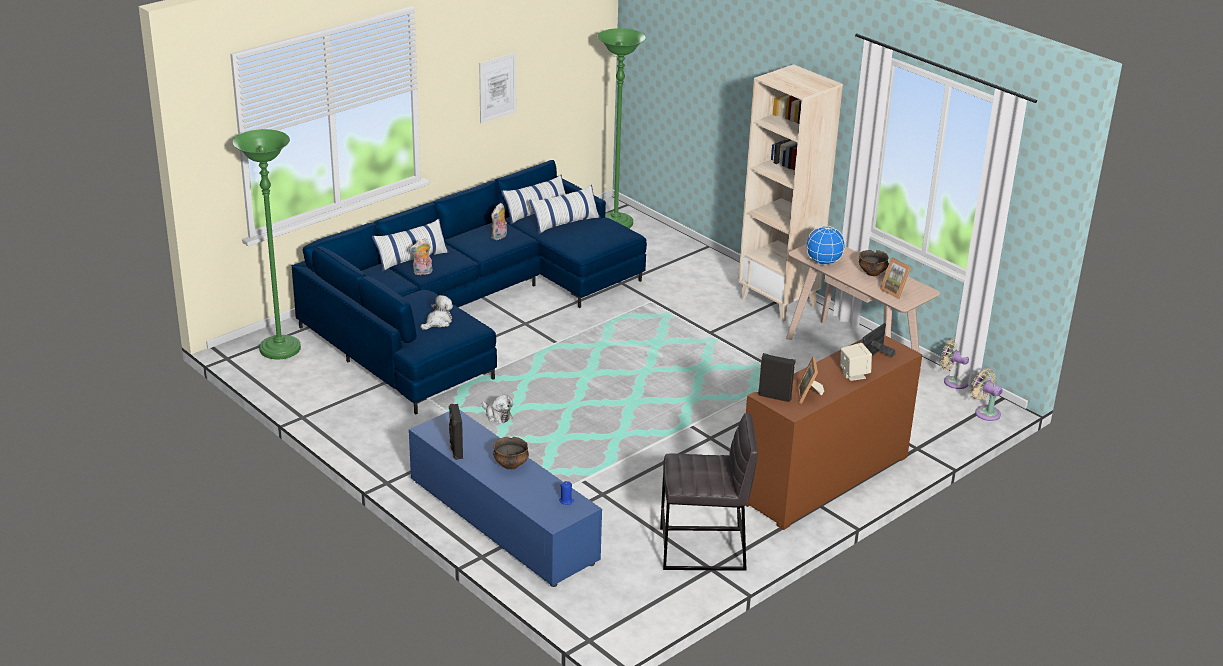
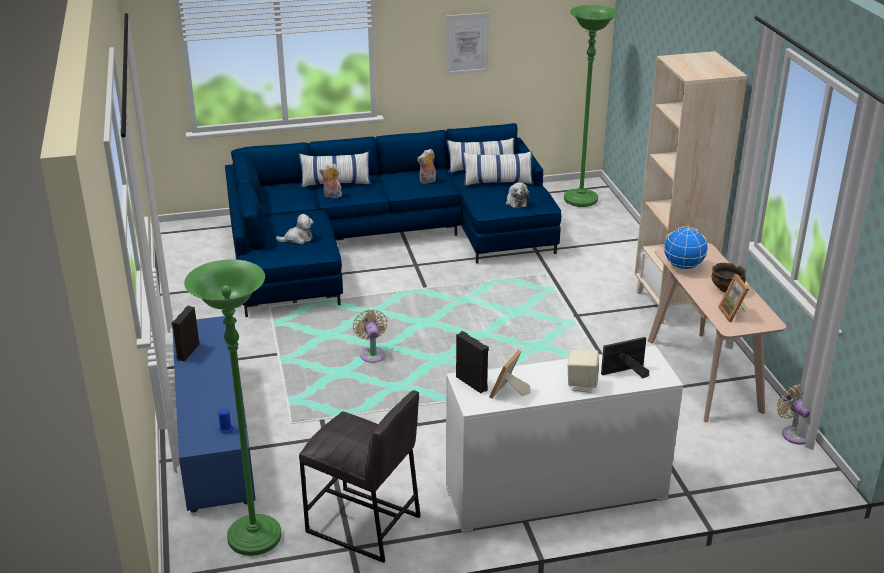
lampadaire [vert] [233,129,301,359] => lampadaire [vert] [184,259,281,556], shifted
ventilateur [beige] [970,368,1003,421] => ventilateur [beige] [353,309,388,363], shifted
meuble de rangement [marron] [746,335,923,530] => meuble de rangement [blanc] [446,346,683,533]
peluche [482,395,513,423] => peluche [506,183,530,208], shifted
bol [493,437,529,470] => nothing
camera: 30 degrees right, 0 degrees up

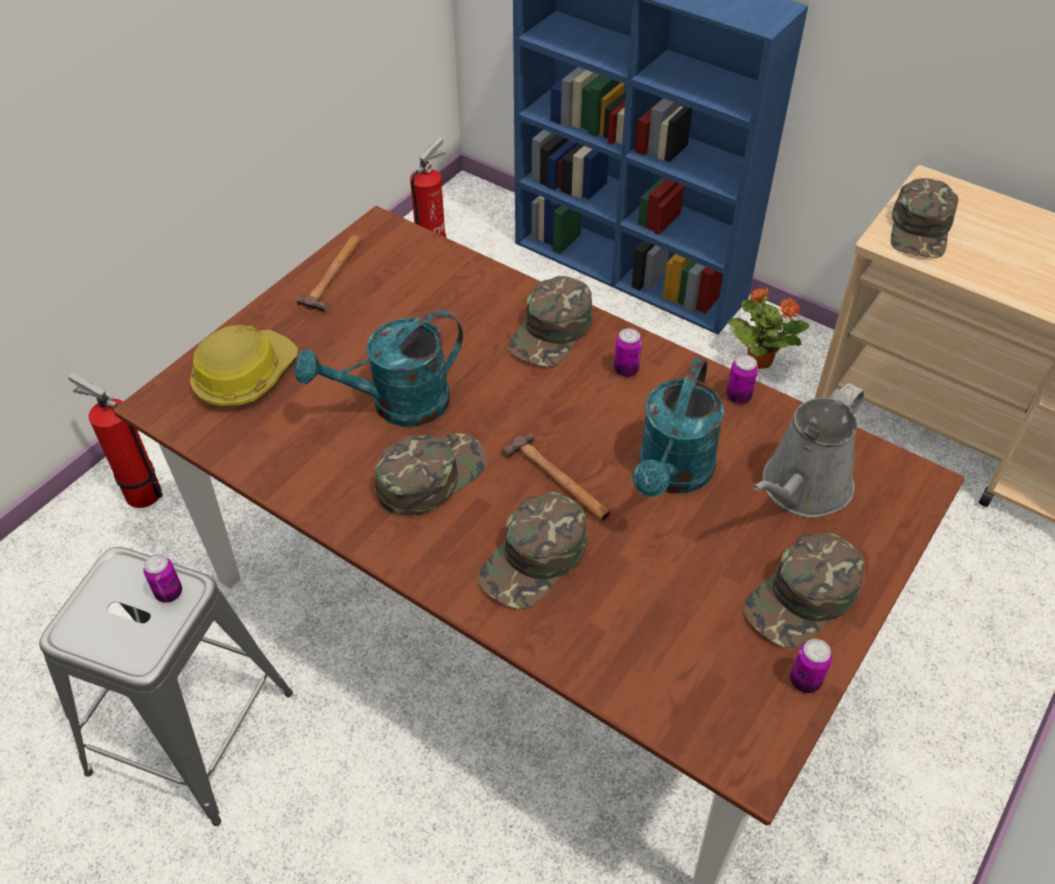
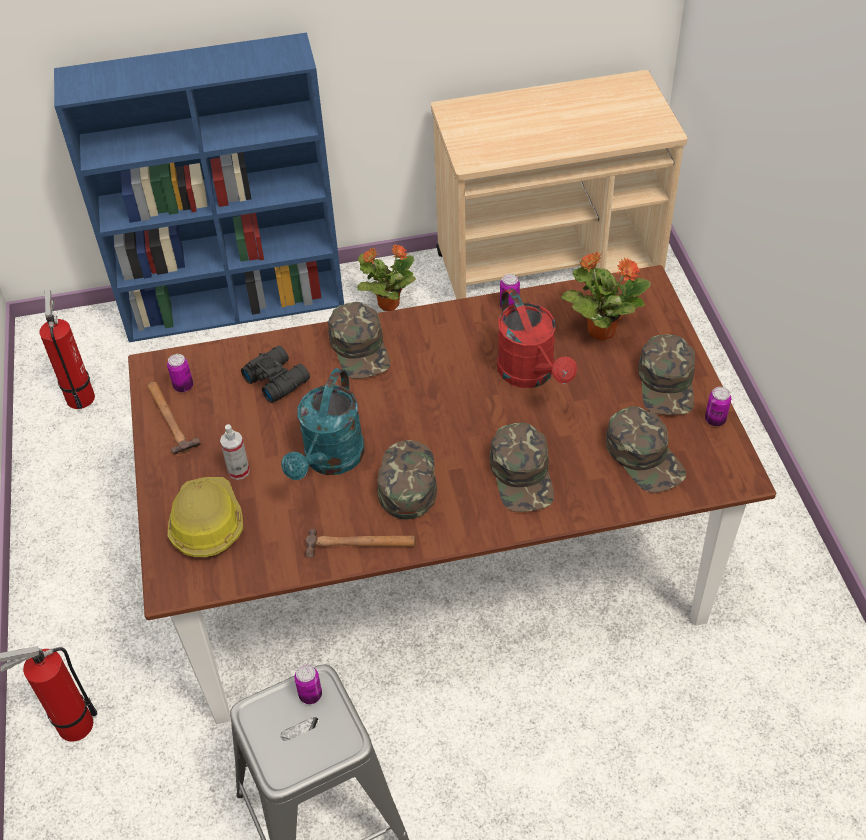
boîte métallique [614,328,642,377] => boîte métallique [167,354,193,392], shifted
nothing => vaporisateur [220,424,250,480]
nothing => jumelles [noir] [241,346,310,403]
marteau [502,433,610,521] => marteau [305,529,415,558], shifted
arrosoir [turquoise] [633,358,724,497] => arrosoir [rouge] [497,288,577,388]
arrosoir [gris] [753,383,865,518] => plante en pot [561,252,651,341]
casquette [vert] [891,178,959,258] => casquette [vert] [606,407,686,493], shifted
camera: 45 degrees left, 0 degrees up

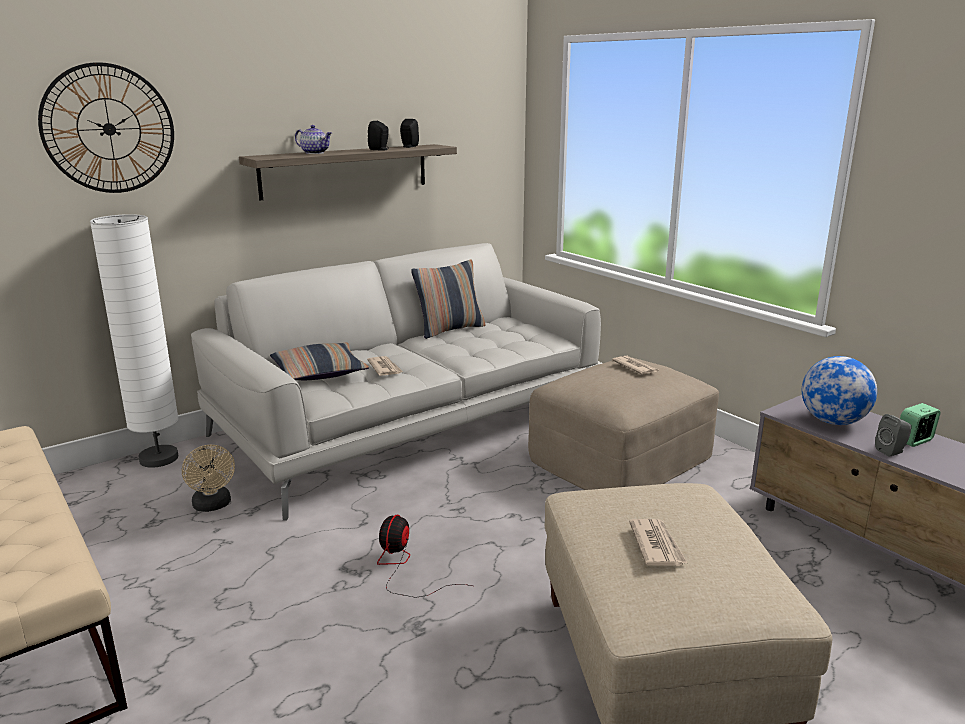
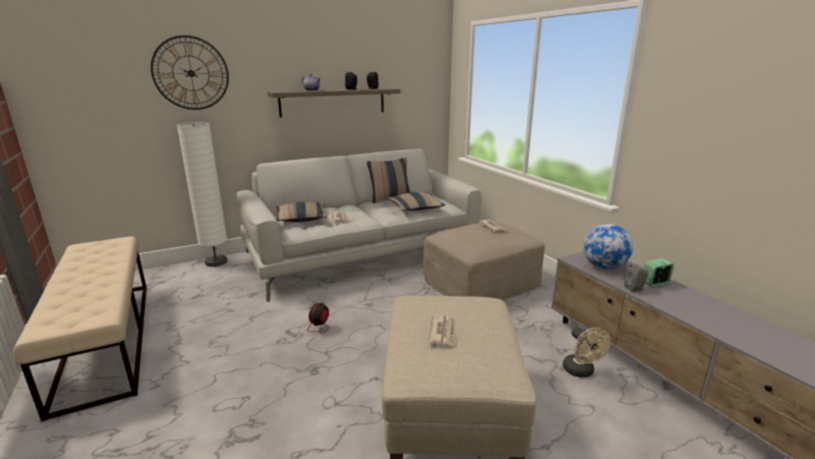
nothing => coussin [388,192,445,211]
ventilateur [beige] [182,445,235,512] => ventilateur [beige] [563,327,611,378], shifted
camera: 10 degrees right, 0 degrees up

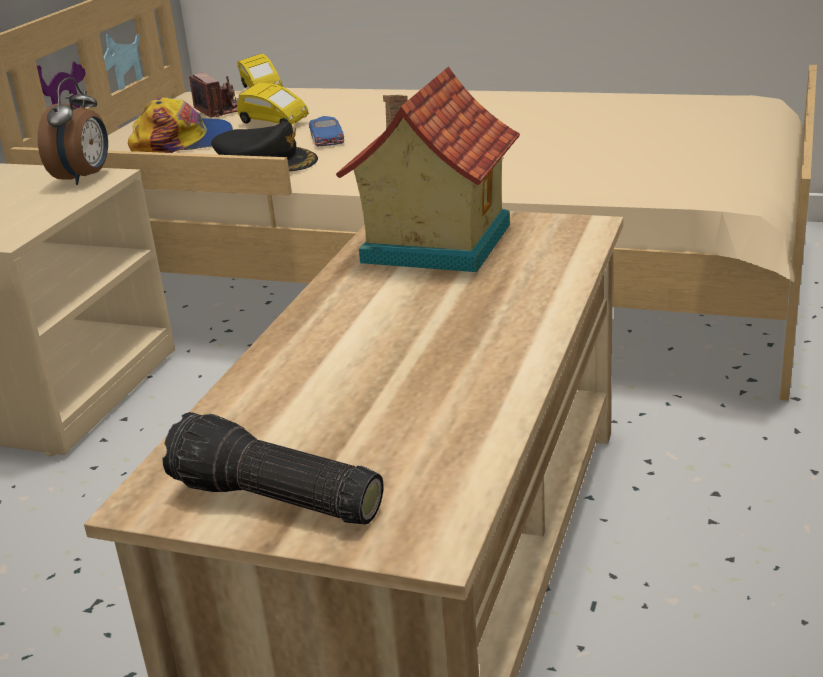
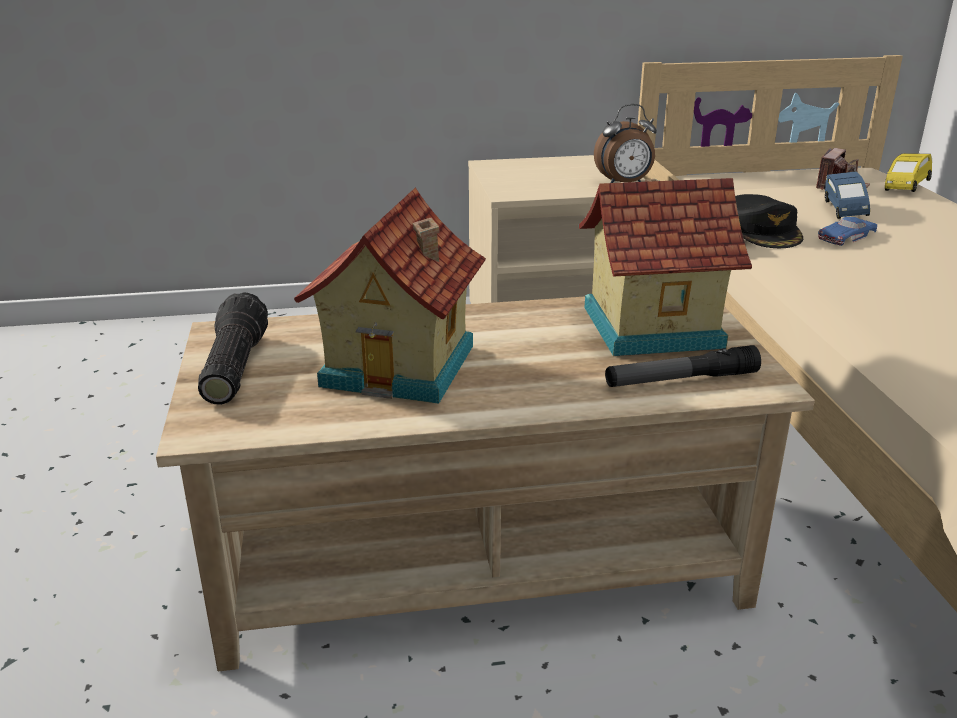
nothing => maison miniature [294,187,486,404]
nothing => lampe de poche [605,345,761,387]
petite voiture [jaune] [237,83,309,125] => petite voiture [bleu] [825,171,870,219]
casquette [128,97,233,153] => nothing
camera: 60 degrees right, 0 degrees up

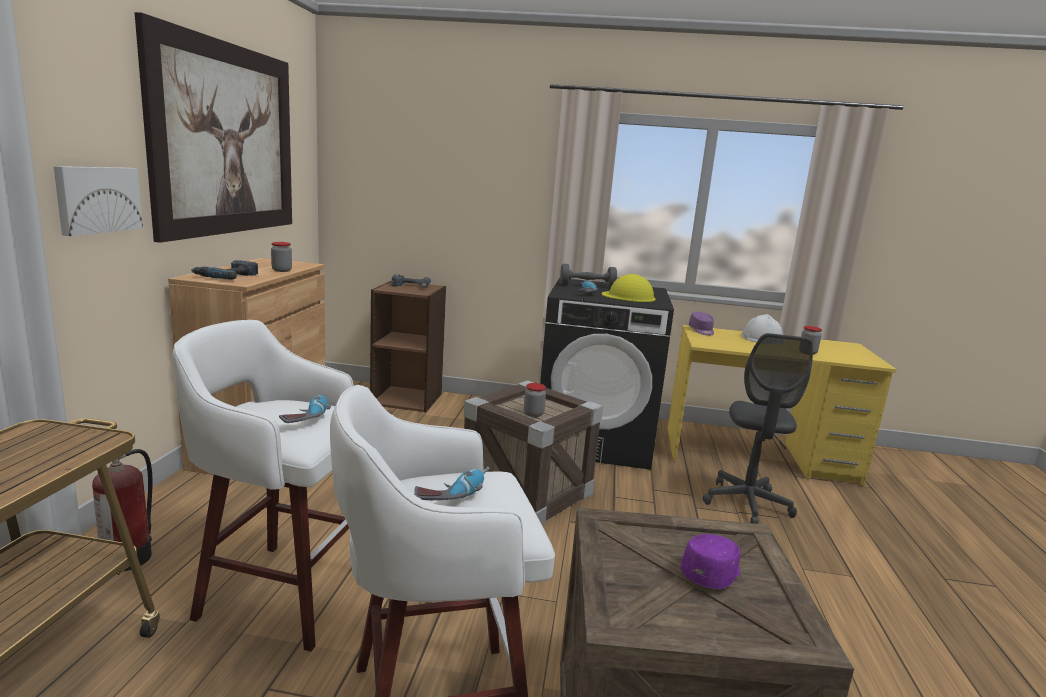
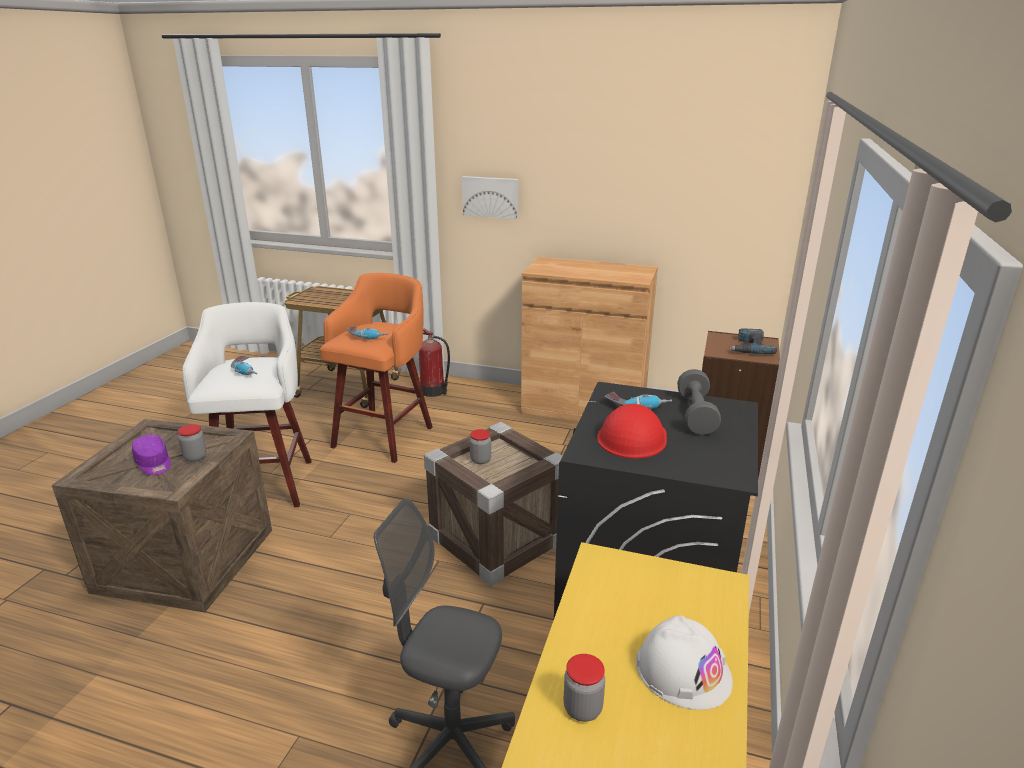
bocal [271,242,292,272] => bocal [178,424,207,462], shifted
tabouret [blanc] [172,320,354,652] => tabouret [orange] [320,273,433,463]
casque de chantier [jaune] [602,274,656,302] => casque de chantier [rouge] [597,404,667,459]
tableau [134,12,292,243] => nothing
perceuse [191,260,258,280] => nothing
casquette [violet] [689,312,714,335] => nothing
camera: 100 degrees right, 10 degrees up

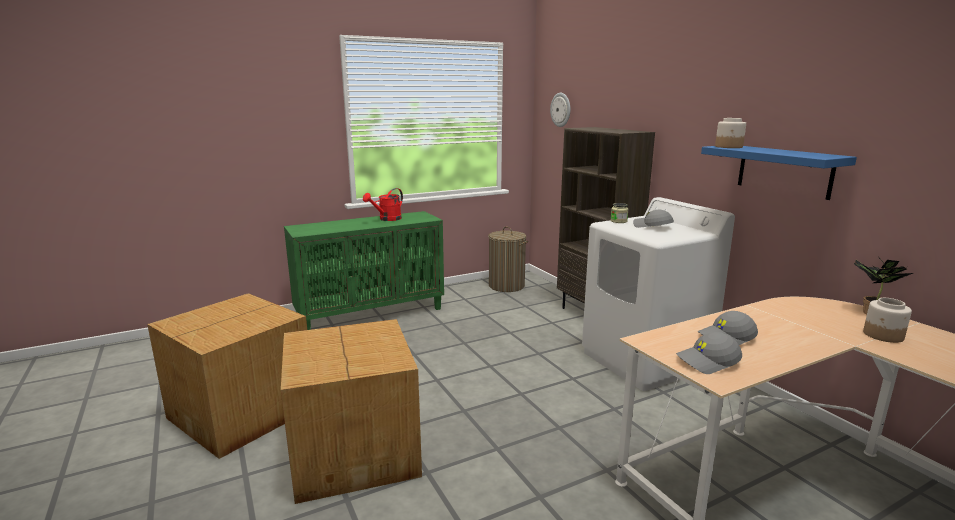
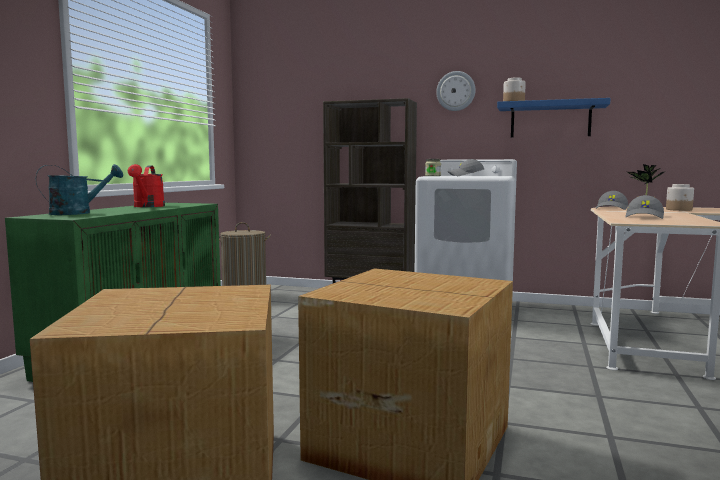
nothing => arrosoir [turquoise] [36,164,123,215]
horloge murale [550,93,570,127] => horloge murale [436,71,476,111], shifted
casquette [gris] [676,332,742,374] => casquette [gris] [595,191,628,210], shifted
camera: 45 degrees left, 10 degrees down

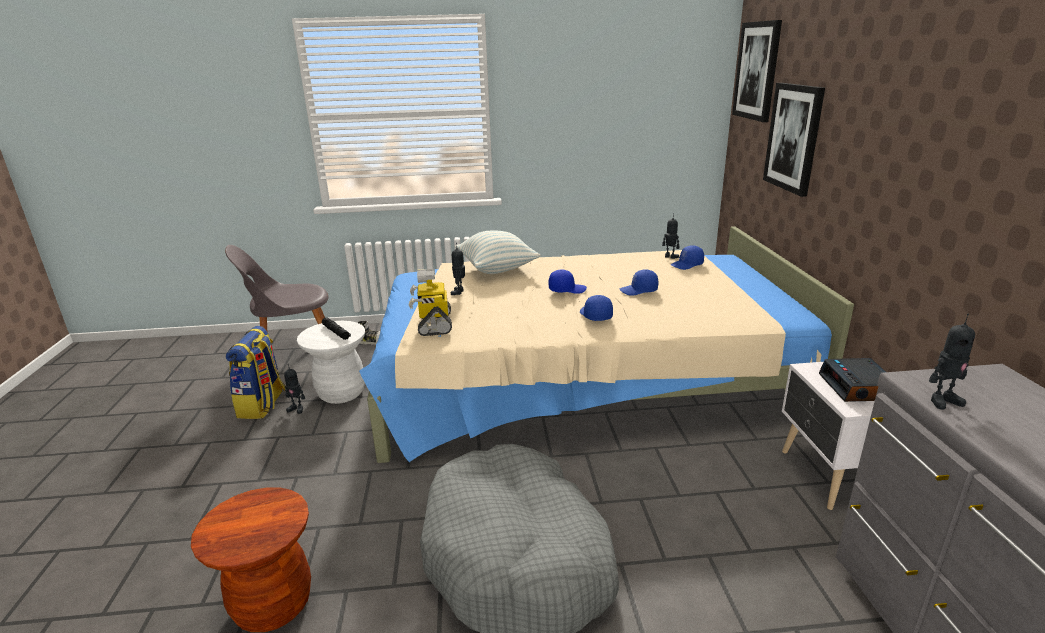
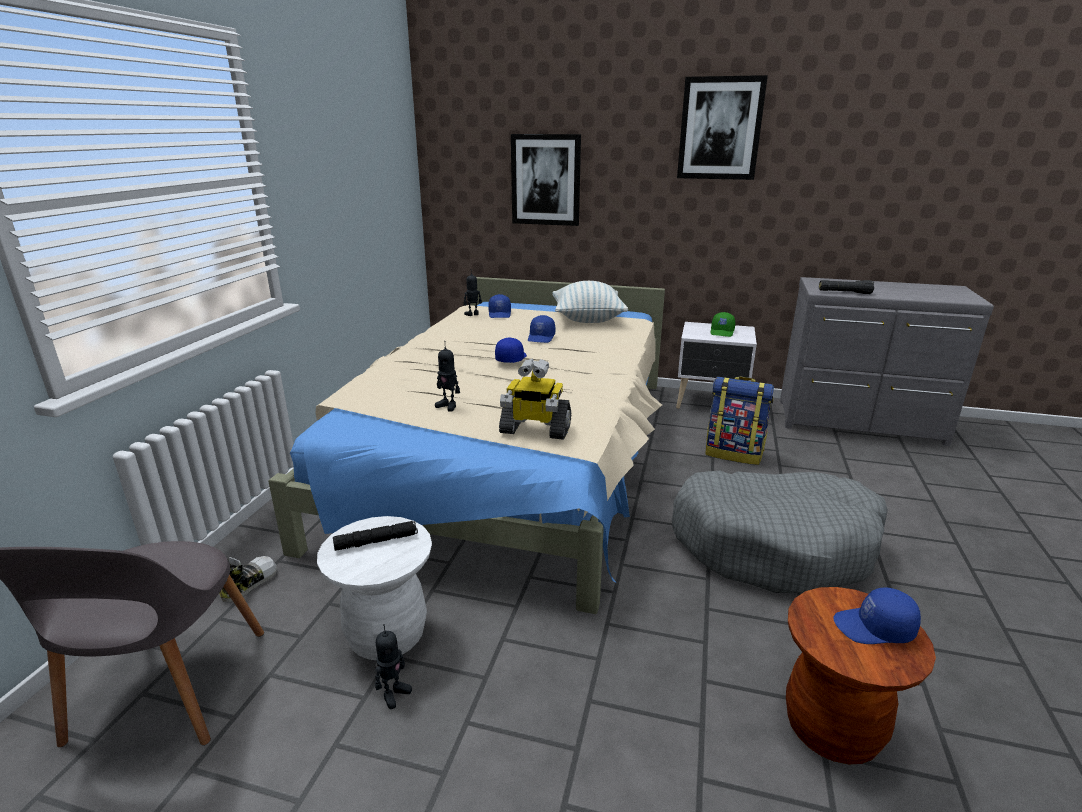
coussin [455,231,540,274] => coussin [552,281,628,323], shifted
tableau [732,20,782,122] => tableau [677,75,768,180], shifted
sac à dos [226,326,286,419] => sac à dos [705,377,774,465], shifted
réveil [819,358,886,402] => casquette [vert] [711,312,735,337]
robot jouet [929,314,975,410] => lampe de poche [noir] [819,280,874,294]
casquette [bleu] [580,295,613,321] => casquette [bleu] [833,588,921,644], shifted
camera: 70 degrees left, 0 degrees up

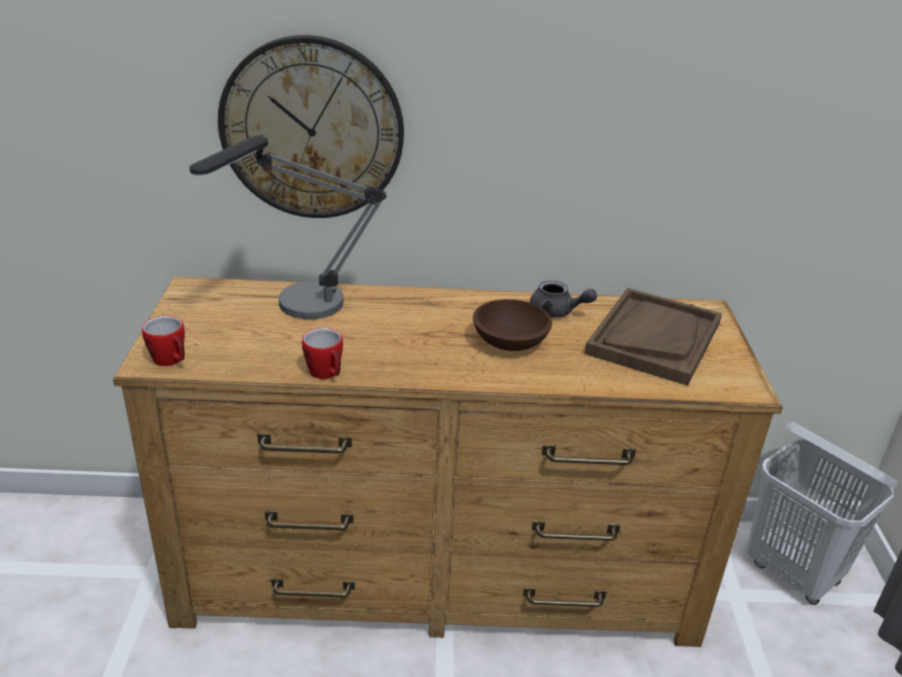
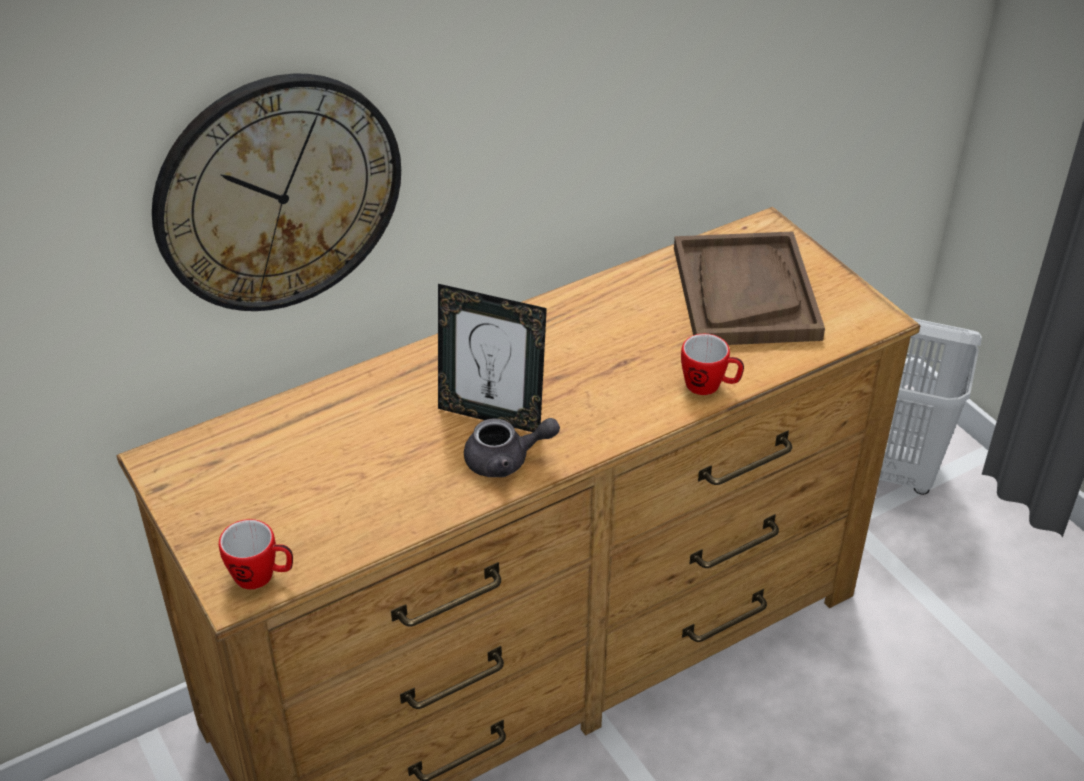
nothing => cadre photo [438,284,547,432]
théière [gris] [530,280,597,318] => théière [gris] [464,418,560,477], shifted
mug [302,328,343,379] => mug [681,334,744,395], shifted
lampe de table [189,135,386,319] => nothing
bol [marron] [473,299,552,351] => nothing
camera: 30 degrees left, 10 degrees up

